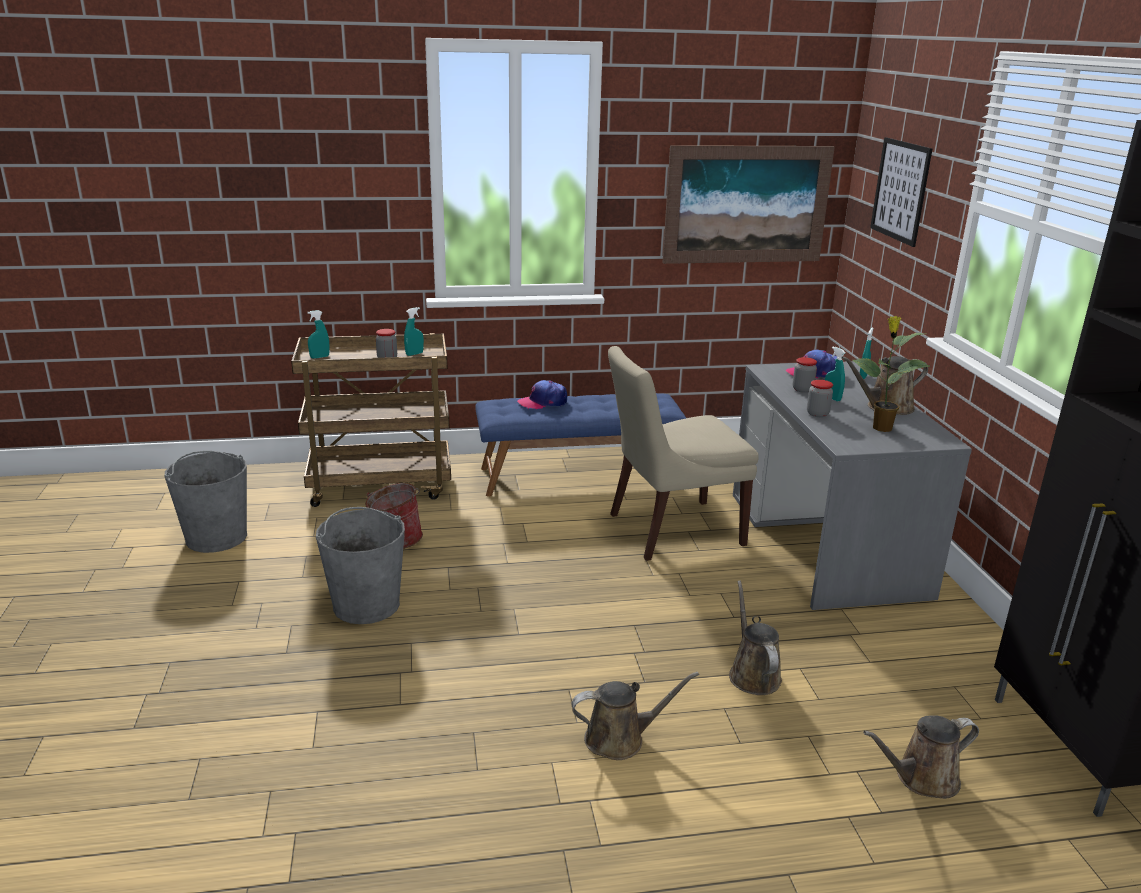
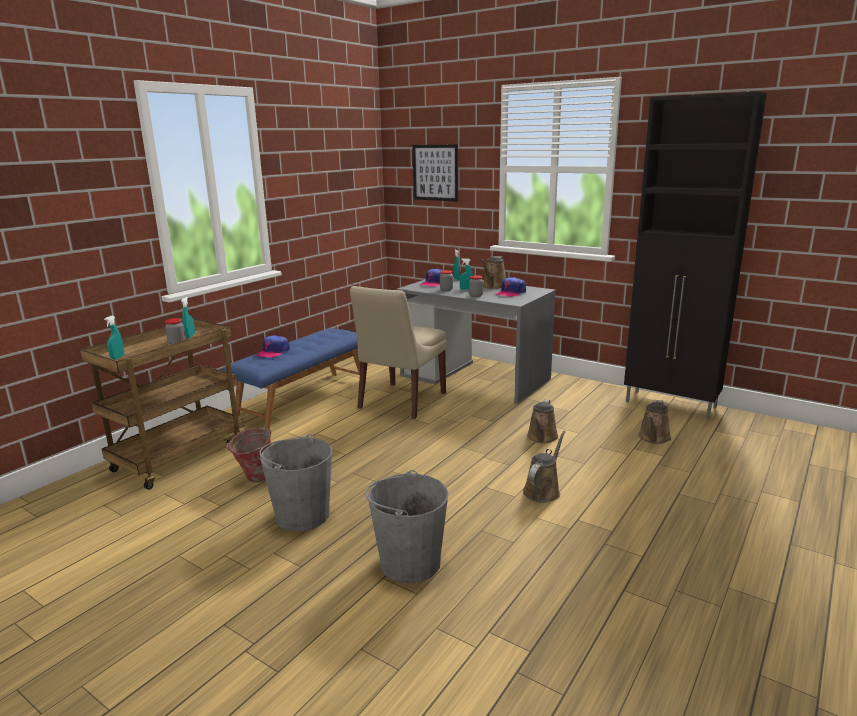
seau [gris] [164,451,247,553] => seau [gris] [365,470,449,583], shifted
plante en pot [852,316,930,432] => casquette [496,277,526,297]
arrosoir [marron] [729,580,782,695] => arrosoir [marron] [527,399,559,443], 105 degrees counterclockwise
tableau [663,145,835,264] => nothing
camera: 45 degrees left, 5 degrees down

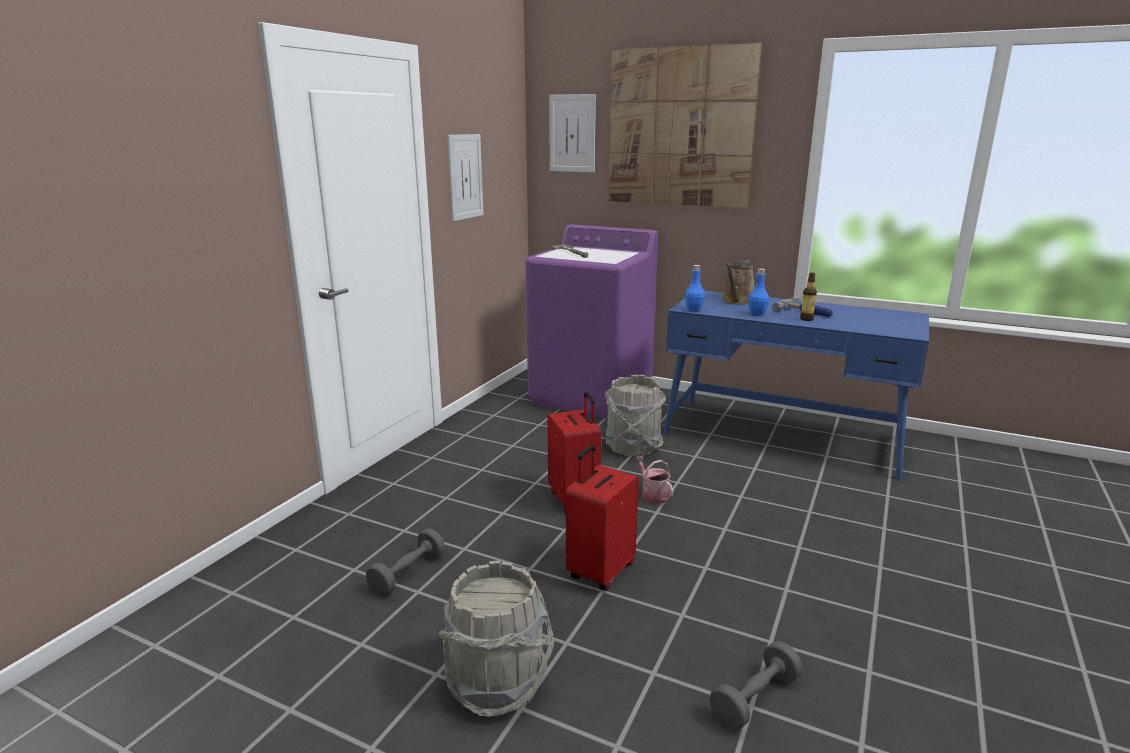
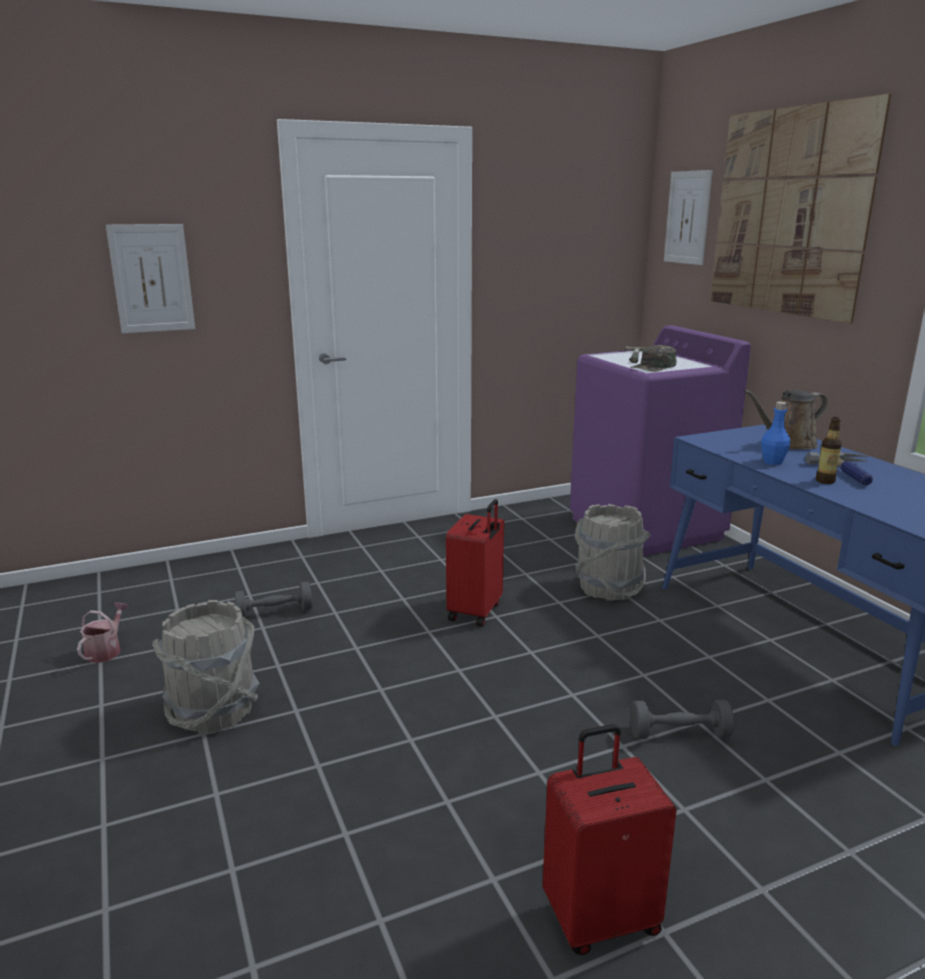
arrosoir [633,455,673,504] => arrosoir [77,602,129,663], shifted
tableau [447,134,484,221] => tableau [106,224,195,333], shifted
valise [rouge] [566,445,639,591] => valise [rouge] [543,724,677,955], shifted
nothing => casquette [vert] [630,345,676,372]
haltère [gris] [710,641,802,730] => haltère [gris] [630,700,734,739], shifted
bouteille [bleu] [685,265,705,311] => nothing
camera: 40 degrees right, 0 degrees up

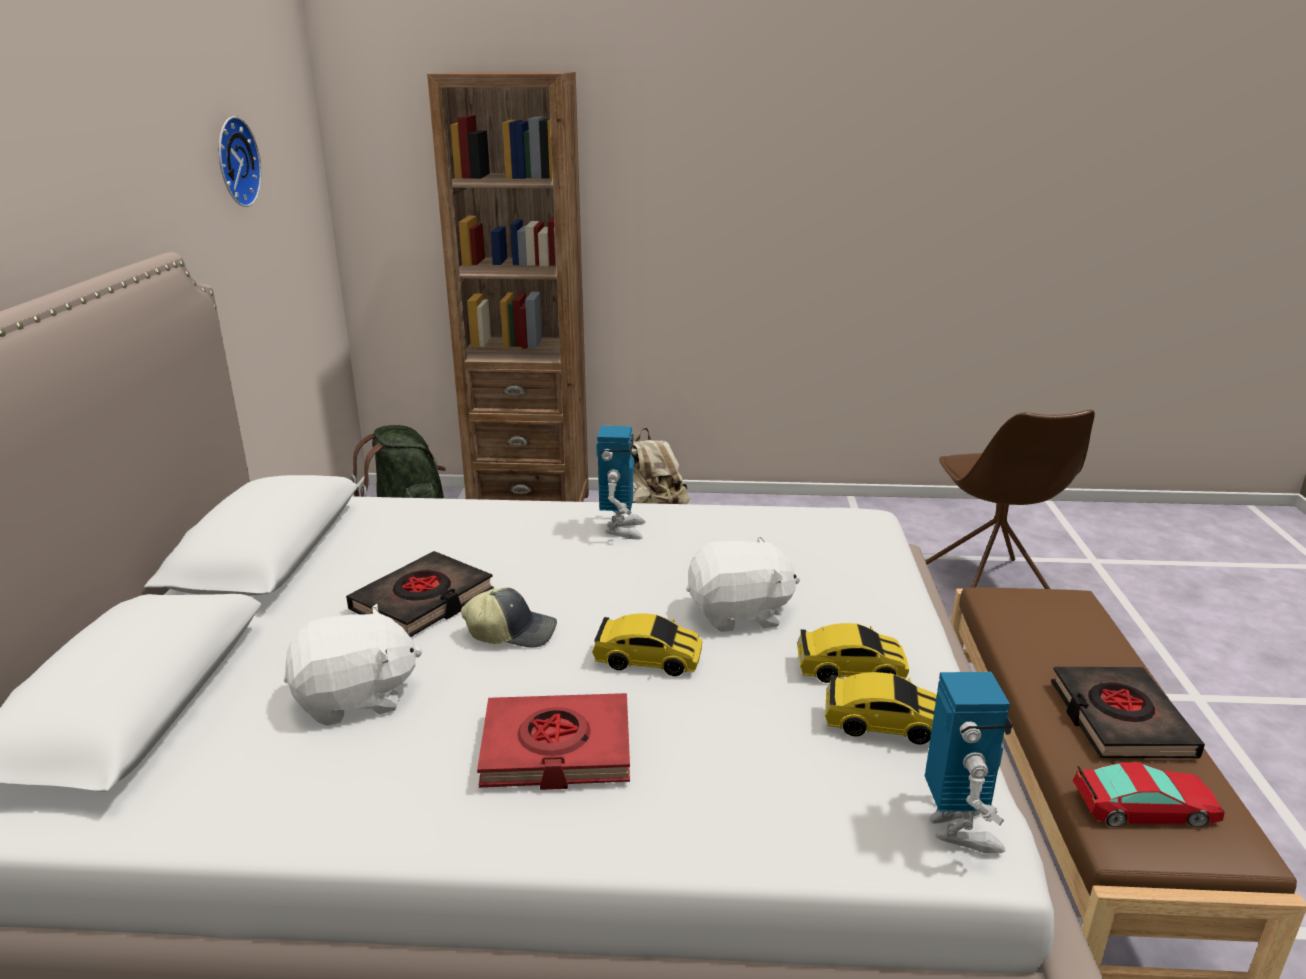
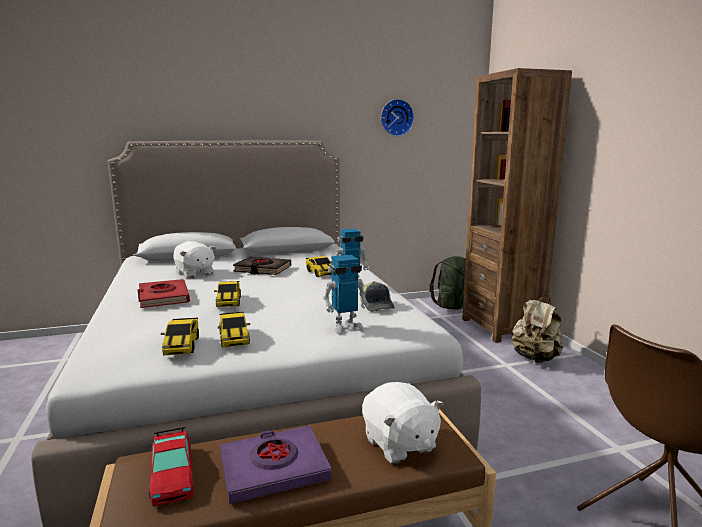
livre [noir] [1051,667,1205,758] => livre [violet] [220,425,332,504]
nothing => petite voiture [306,256,332,277]
robot jouet [925,672,1012,853] => robot jouet [323,255,369,335], shifted
casquette [461,587,557,647] => casquette [360,281,395,312], shifted
peluche [blanc] [687,535,800,632] => peluche [blanc] [362,382,443,464], shifted
camera: 70 degrees right, 10 degrees down

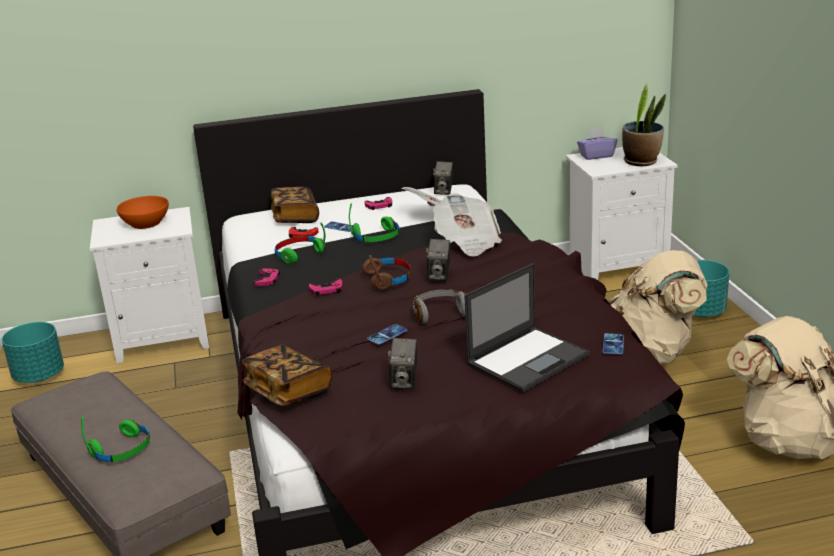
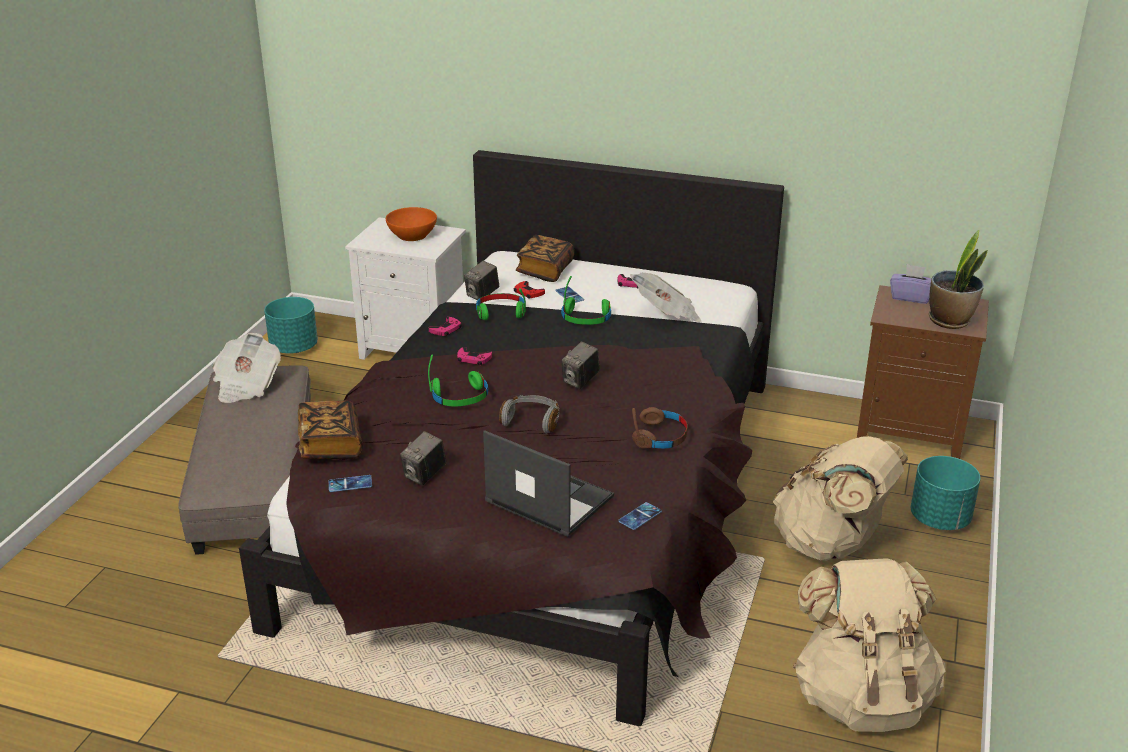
journal [433,194,502,257] => journal [213,333,281,403], shifted
téléphone [367,324,407,345] => téléphone [329,475,372,492], shifted
casque audio [vert] [81,417,150,462] => casque audio [vert] [428,355,488,406], shifted
appareil photo [433,161,453,195] => appareil photo [464,261,499,300], shifted
ordinateur portable [464,263,590,392] => ordinateur portable [483,430,614,537], 135 degrees counterclockwise
casque audio [marron] [362,255,412,289] => casque audio [marron] [632,407,688,449], shifted
table de chevet [blanc] [565,147,678,280] => table de chevet [marron] [857,285,989,459]
camera: 30 degrees right, 5 degrees up

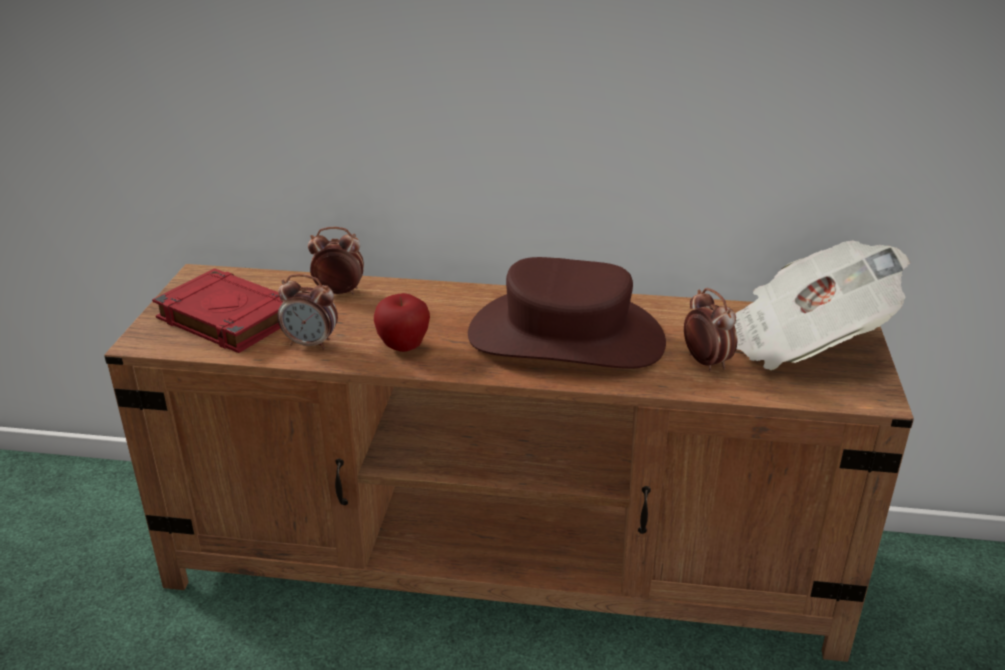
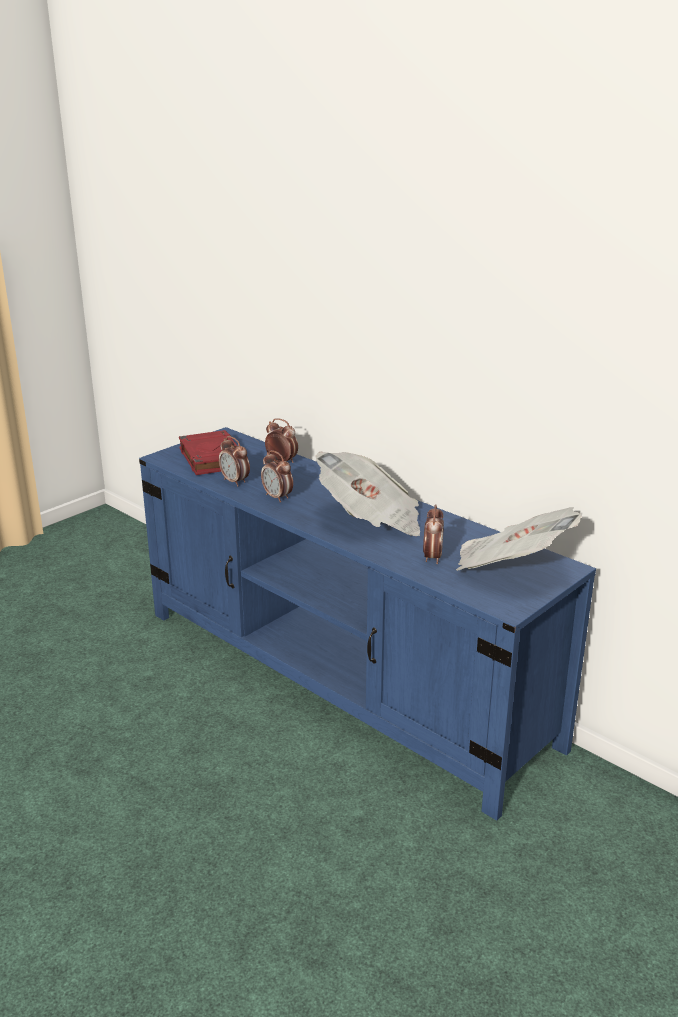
meuble télé [marron] [104,264,914,662] => meuble télé [bleu] [139,427,596,821]
pomme [374,293,430,352] => réveil [261,450,293,503]
chapeau [marron] [468,257,666,369] => journal [315,452,420,536]
camera: 35 degrees right, 5 degrees down

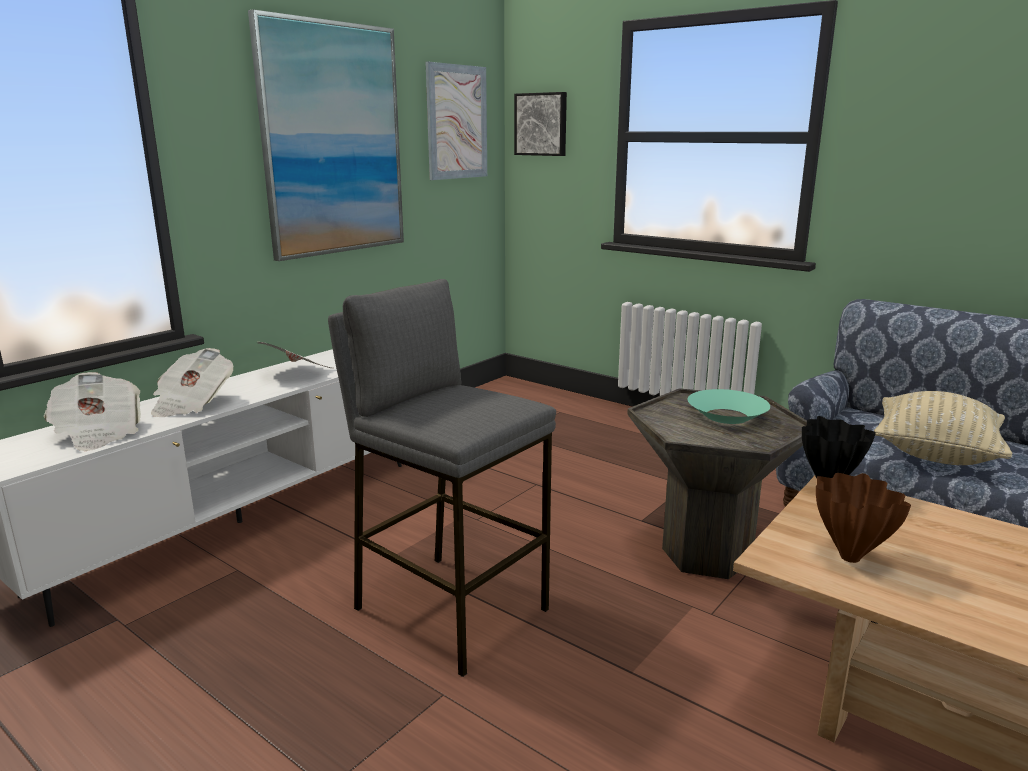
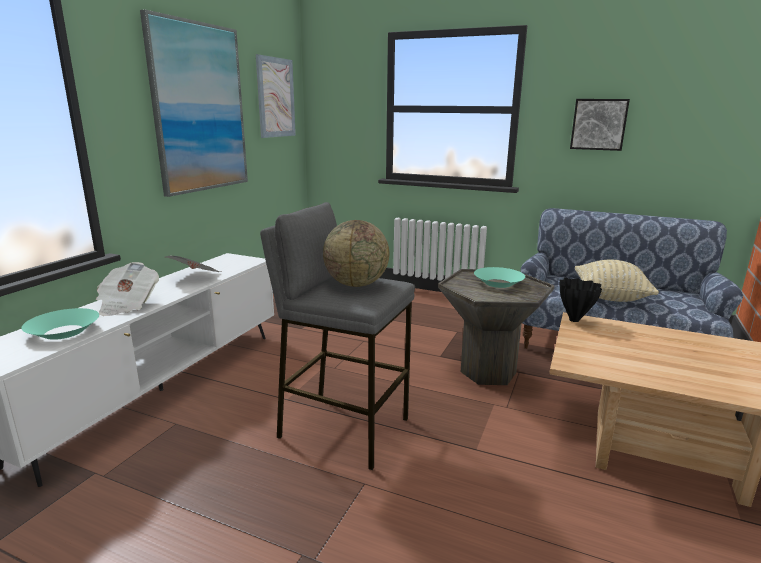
journal [43,372,141,451] => bol [turquoise] [21,308,99,340]
nothing => globe [323,220,389,287]
tableau [514,92,567,156] => tableau [570,99,630,151], shifted
vase [marron] [816,473,911,563] => nothing
camera: 15 degrees left, 0 degrees up

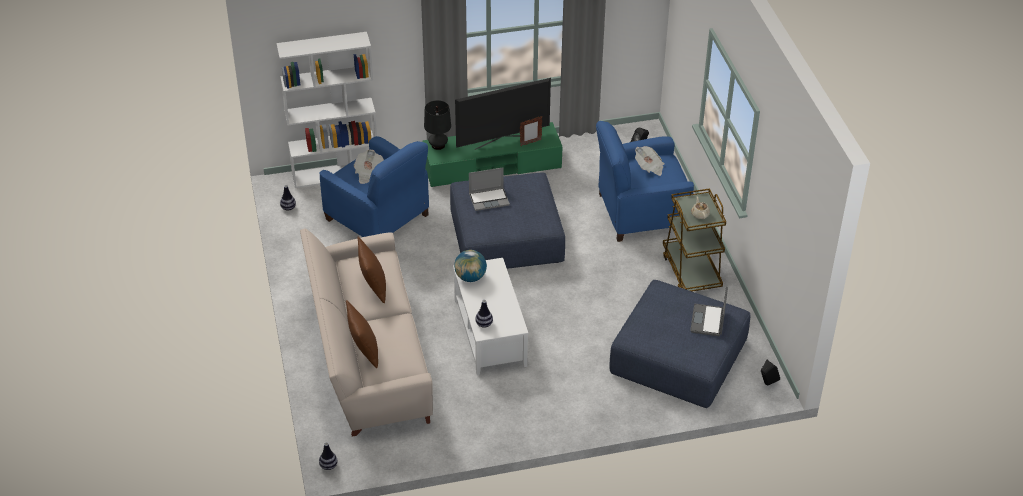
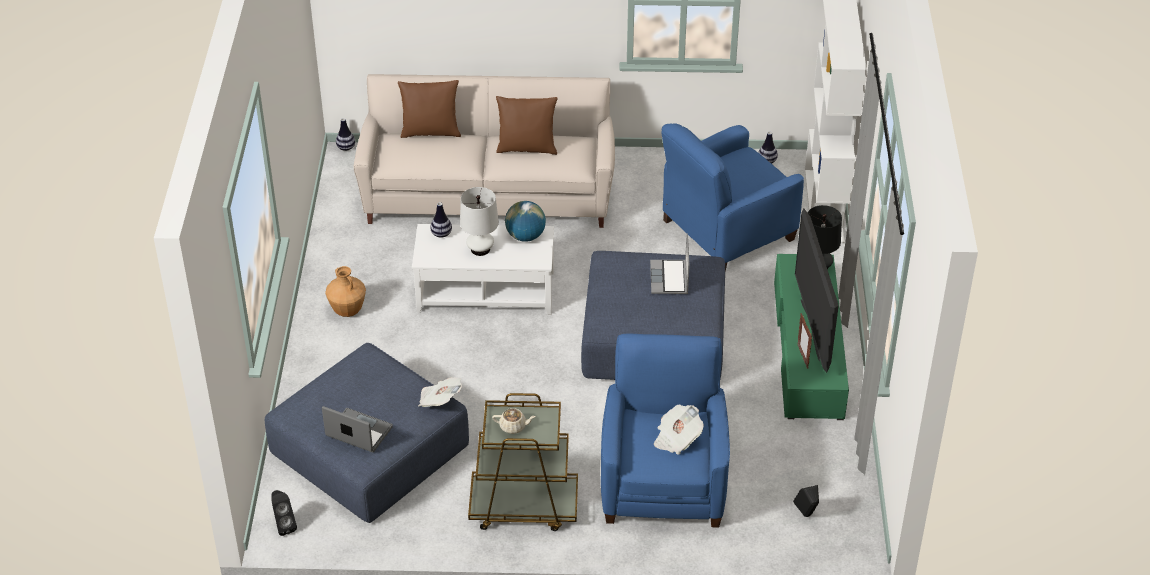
nothing => vase [marron] [325,266,366,317]
journal [354,150,384,184] => journal [418,377,462,407], shifted
nothing => lampe de table [blanc] [460,187,499,256]
camera: 105 degrees right, 0 degrees up

